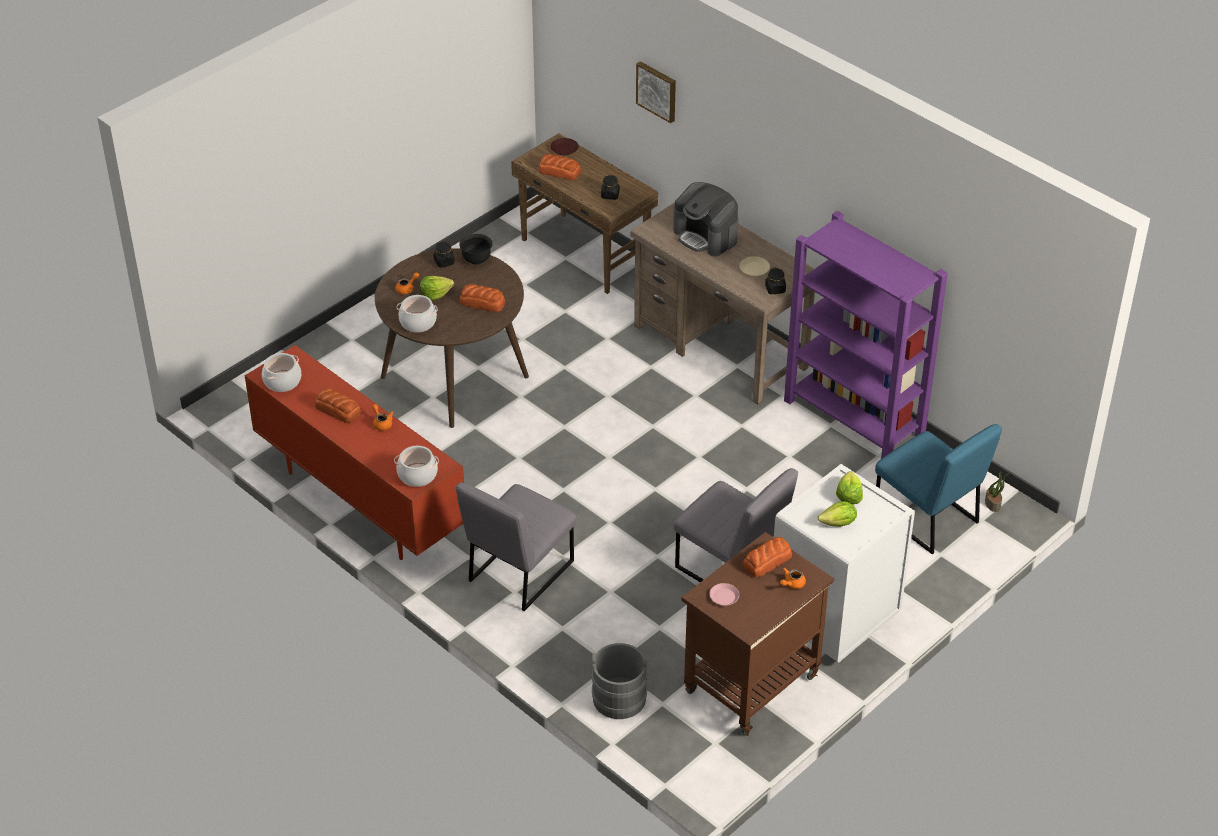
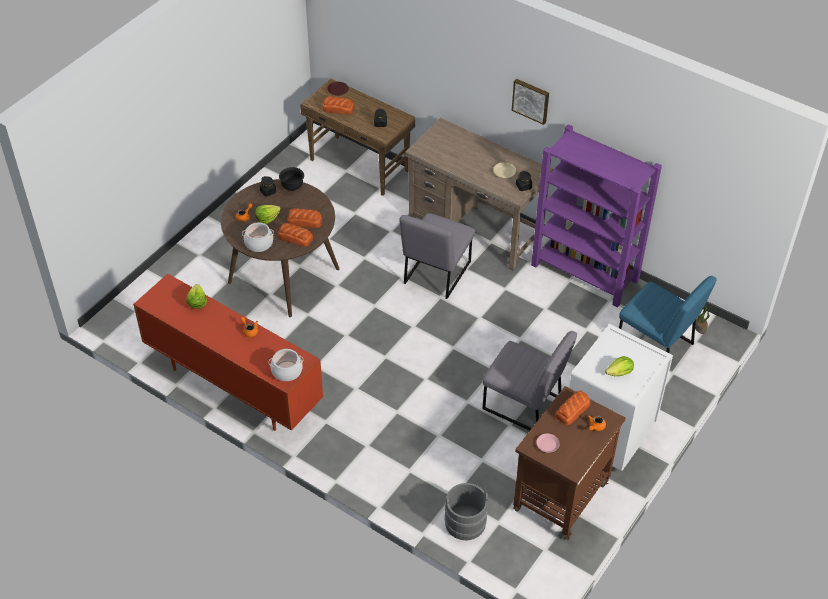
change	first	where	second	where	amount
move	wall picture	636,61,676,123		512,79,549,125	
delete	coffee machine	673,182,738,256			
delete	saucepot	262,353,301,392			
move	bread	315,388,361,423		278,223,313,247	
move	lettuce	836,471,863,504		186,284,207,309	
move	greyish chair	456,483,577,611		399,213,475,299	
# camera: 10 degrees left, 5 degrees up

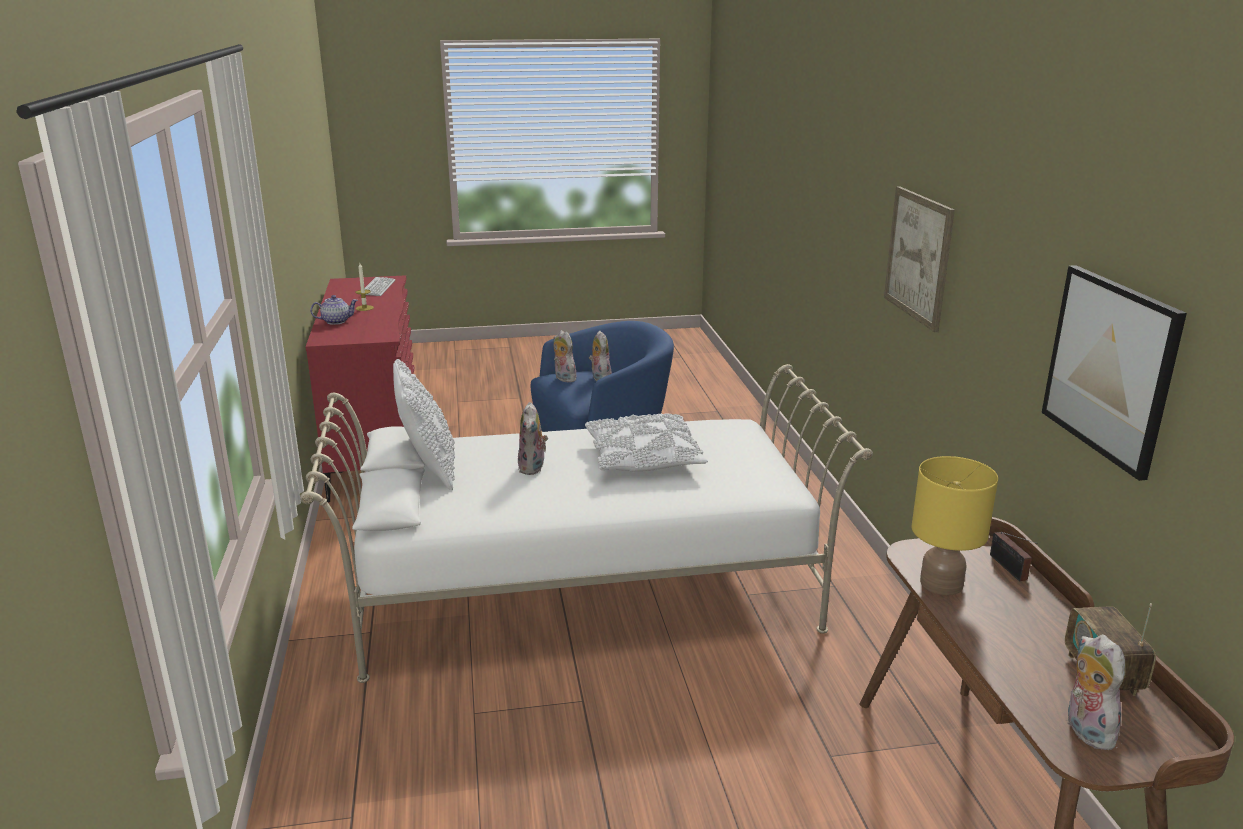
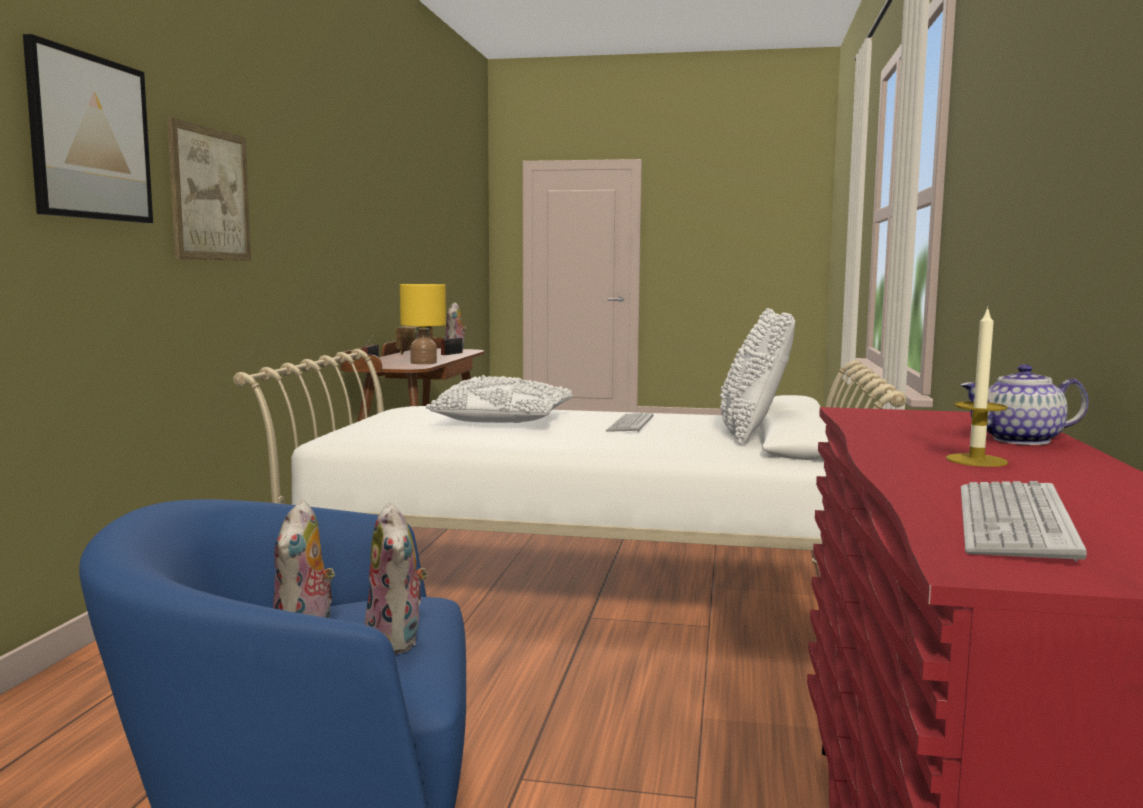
change	first	where	second	where	amount
move	wall picture	1042,265,1187,481		23,34,153,223	
replace	plush toy	518,402,548,475	computer keyboard	606,412,653,432	
insert			radio set	441,326,463,355	
# camera: 160 degrees left, 15 degrees down

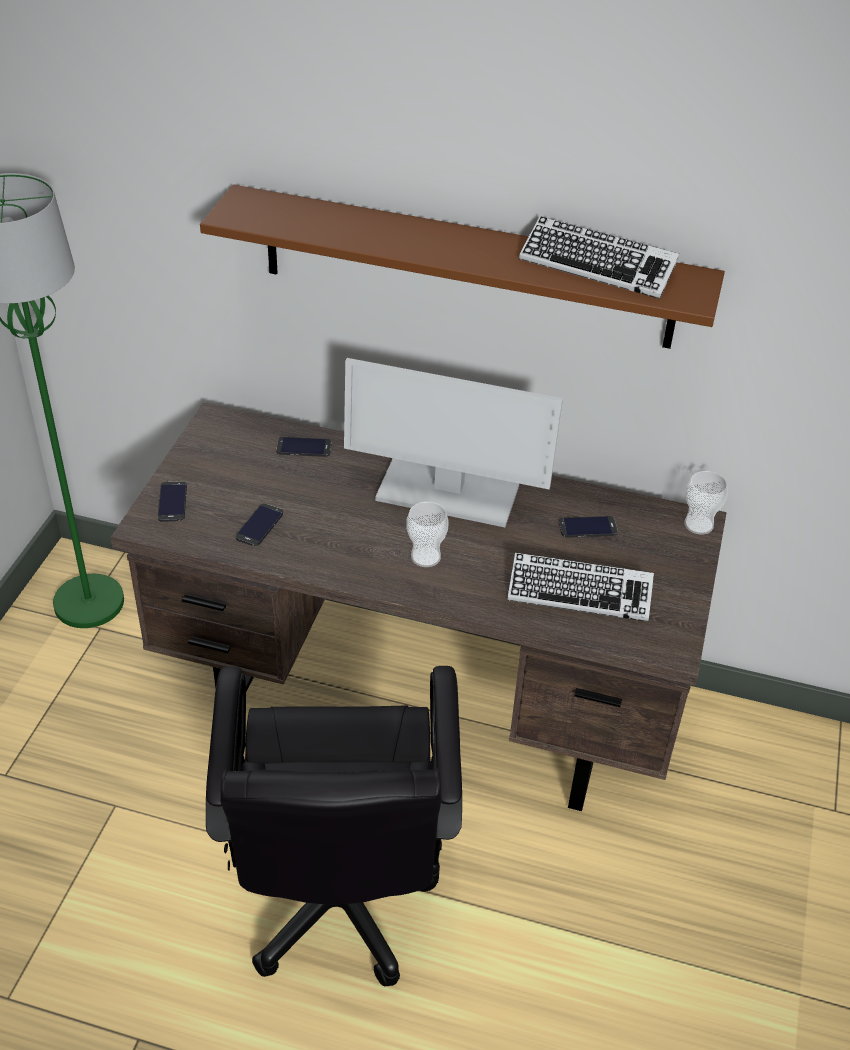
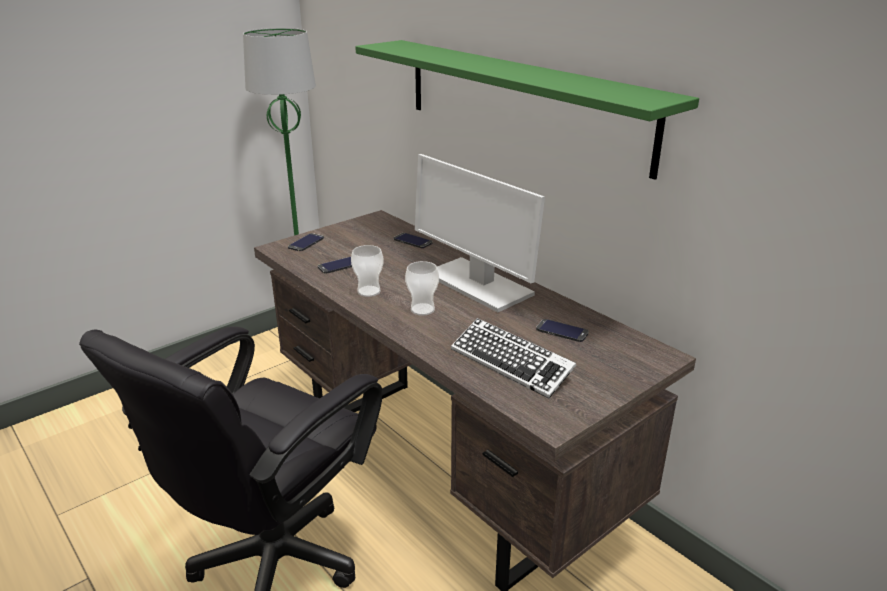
change	first	where	second	where	amount
recolor	brown-coloured wall shelf	200,184,725,349	green wall shelf	355,40,699,180	
delete	computer keyboard	519,216,679,299			
move	drinking cup	684,471,728,534		351,245,384,297	
# camera: 35 degrees right, 15 degrees down

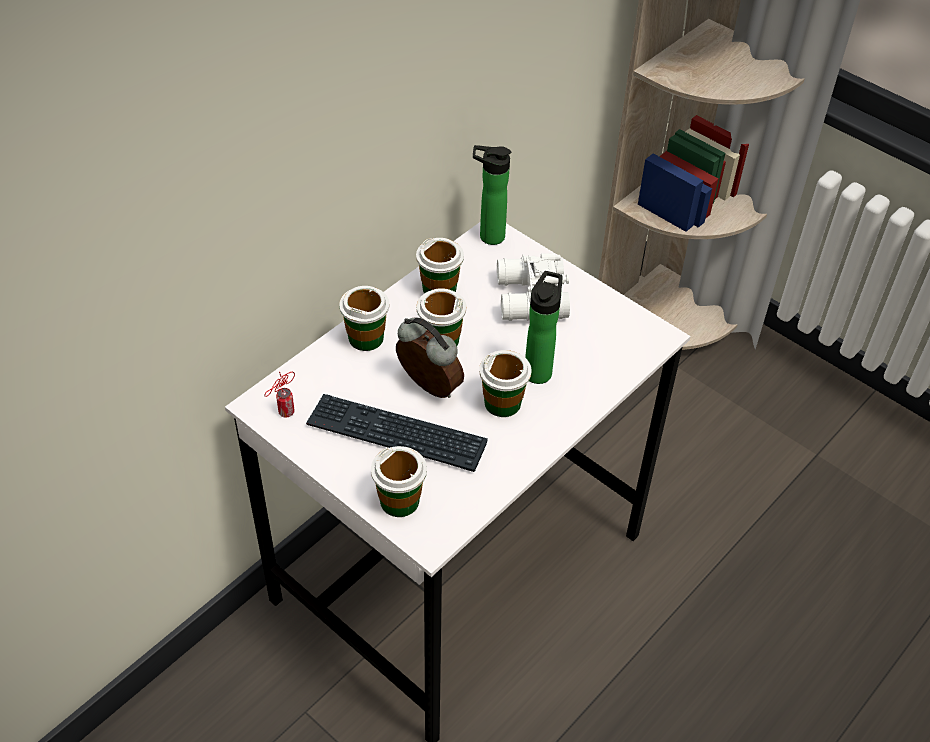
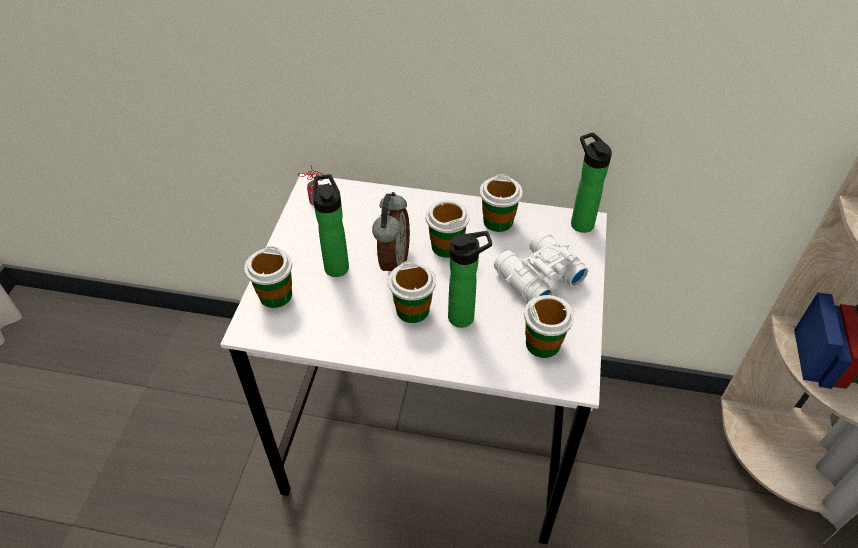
change	first	where	second	where	amount
move	drinking cup	339,286,389,351		524,295,574,358	
replace	computer keyboard	306,394,488,472	drink bottle	313,174,349,277	
# camera: 60 degrees right, 0 degrees up

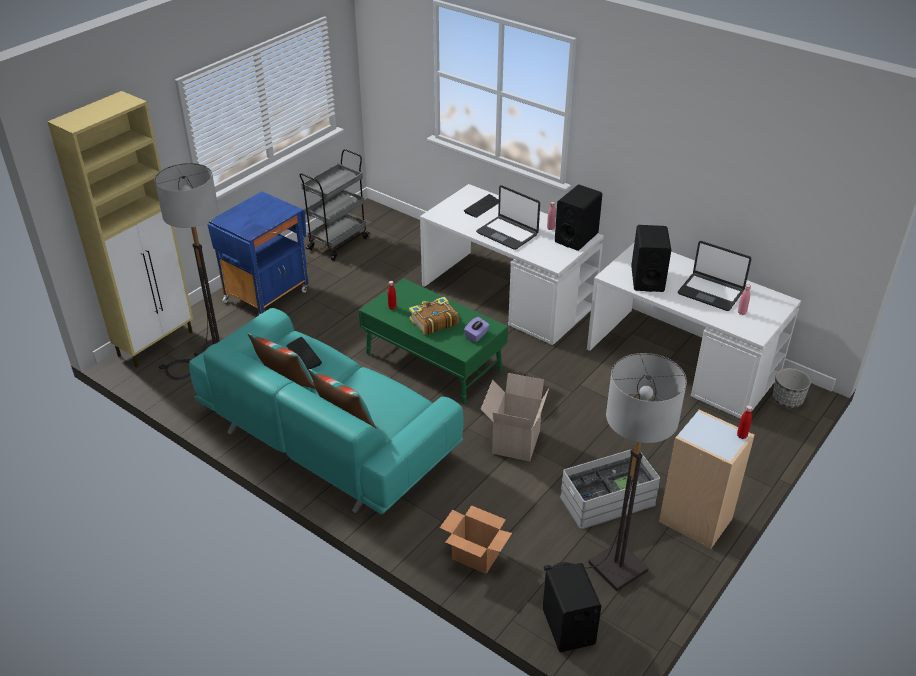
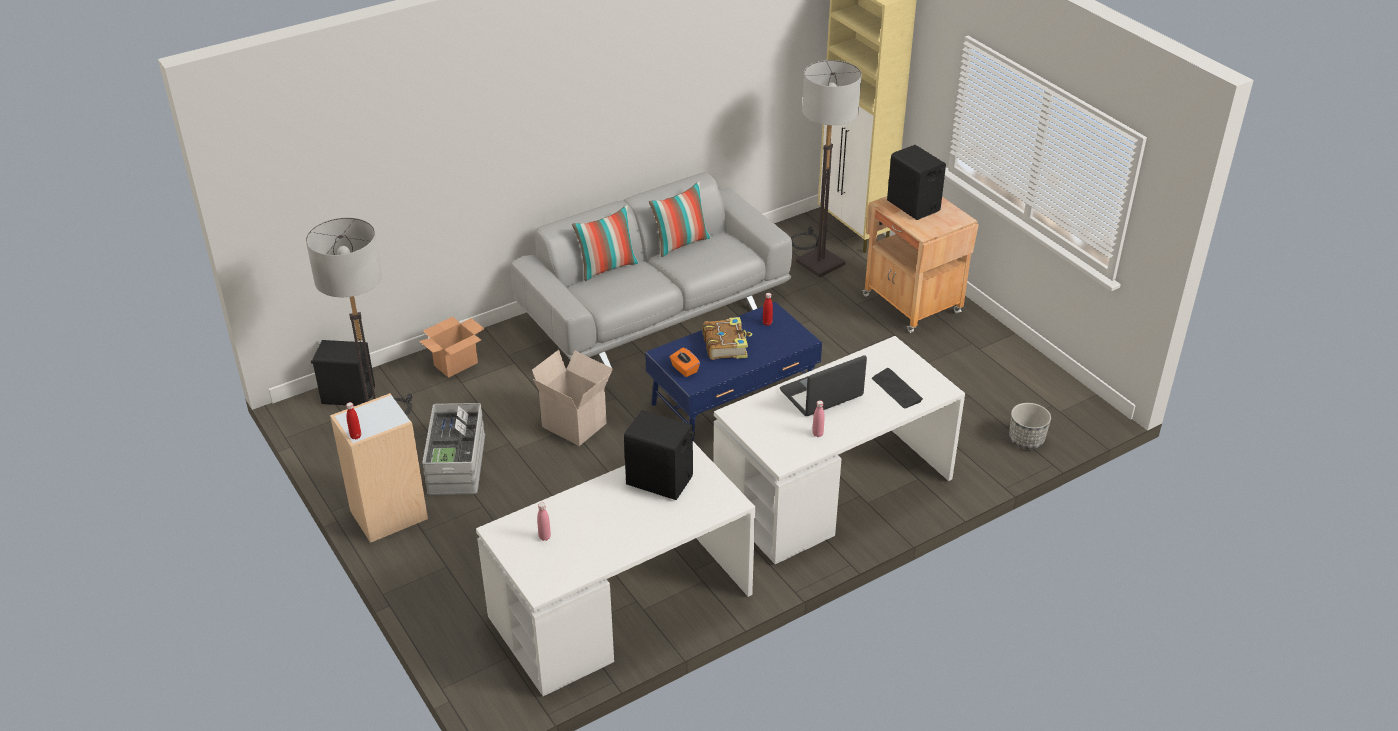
change	first	where	second	where	amount
delete	greyish cart	300,149,369,261			
move	black-coloured audio speaker	555,185,602,251		887,145,946,220	
recolor	blue-coloured cart	207,192,309,315	brown-coloured cart	862,196,979,333	
delete	laptop	678,241,751,311			
recolor	green coffee table	359,278,508,404	blue-coloured coffee table	645,302,822,442	
recolor	blue-green settee	189,308,464,514	greyish settee	511,172,792,368	
recolor	purple-coloured tissue holder	464,317,490,342	orangey tissue holder	670,347,700,377	
delete	computer keyboard	287,337,322,370			
move	planter	772,368,811,408		1009,403,1051,449	
# camera: 110 degrees right, 0 degrees up

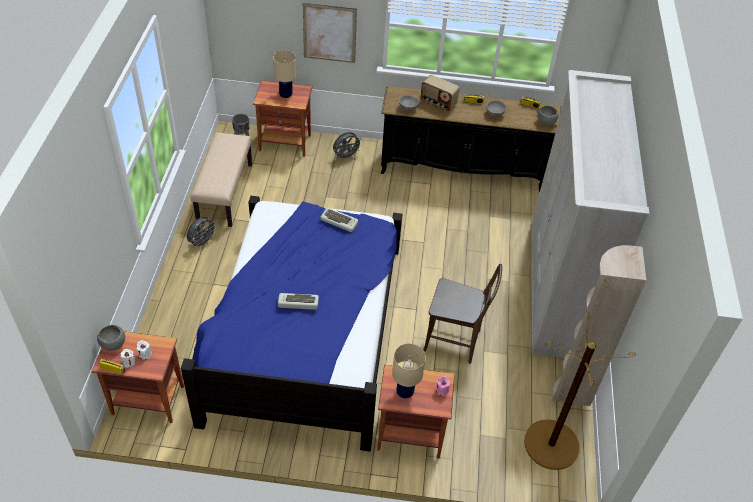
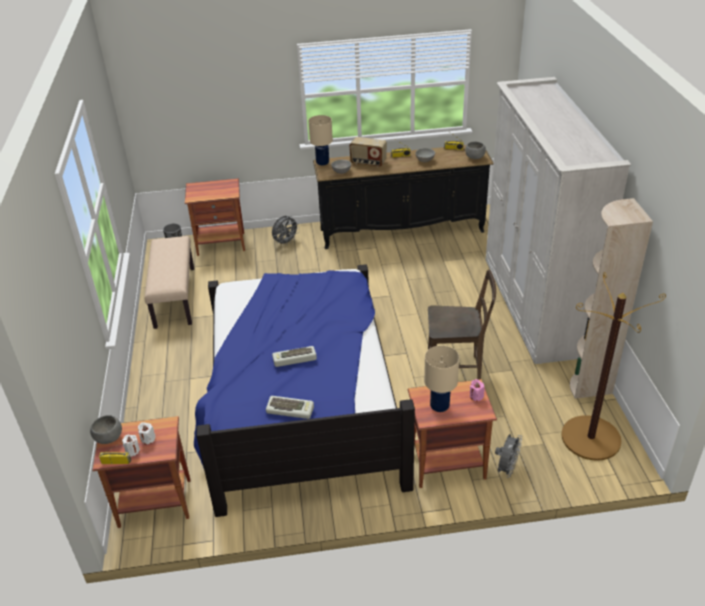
change	first	where	second	where	amount
delete	wall picture	303,3,357,63			
move	beige lamp for a table	273,50,297,98		308,115,333,165	
move	computer keyboard	321,207,358,232		266,396,314,419	
move	greyish electric fan	187,217,217,249		495,434,522,478	
# camera: 10 degrees left, 10 degrees down

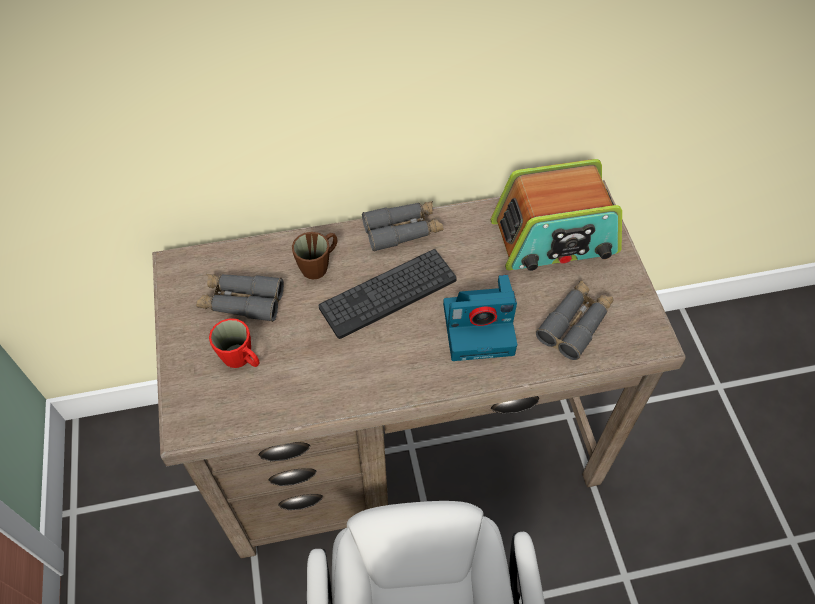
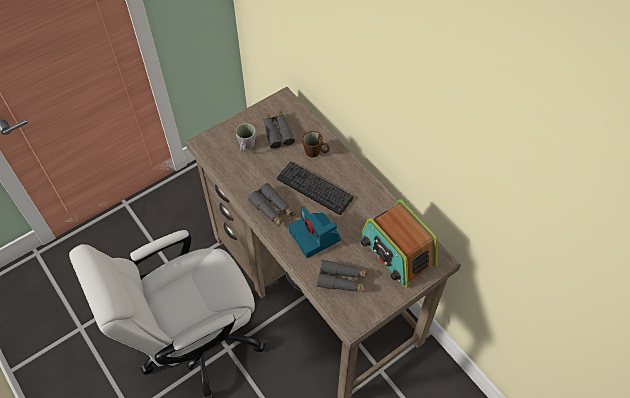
change	first	where	second	where	amount
move	greyish binoculars	362,201,443,252		248,183,295,227	
recolor	red-coloured tea mug	209,318,260,368	greyish tea mug	235,123,256,152	
# camera: 65 degrees right, 0 degrees up

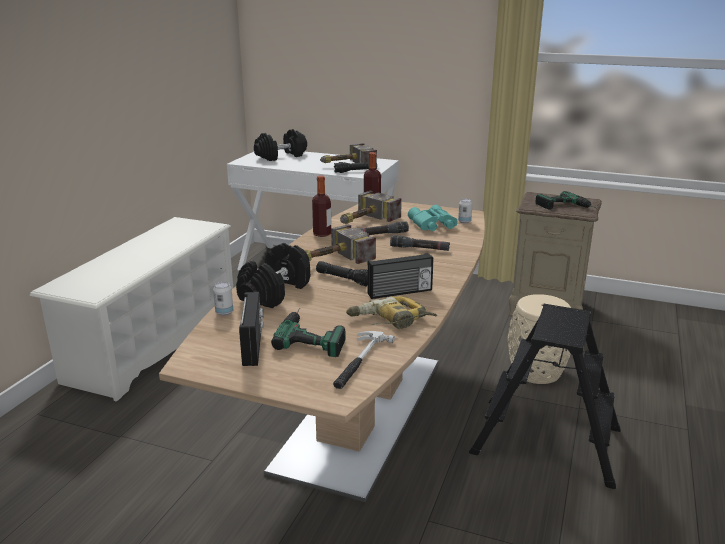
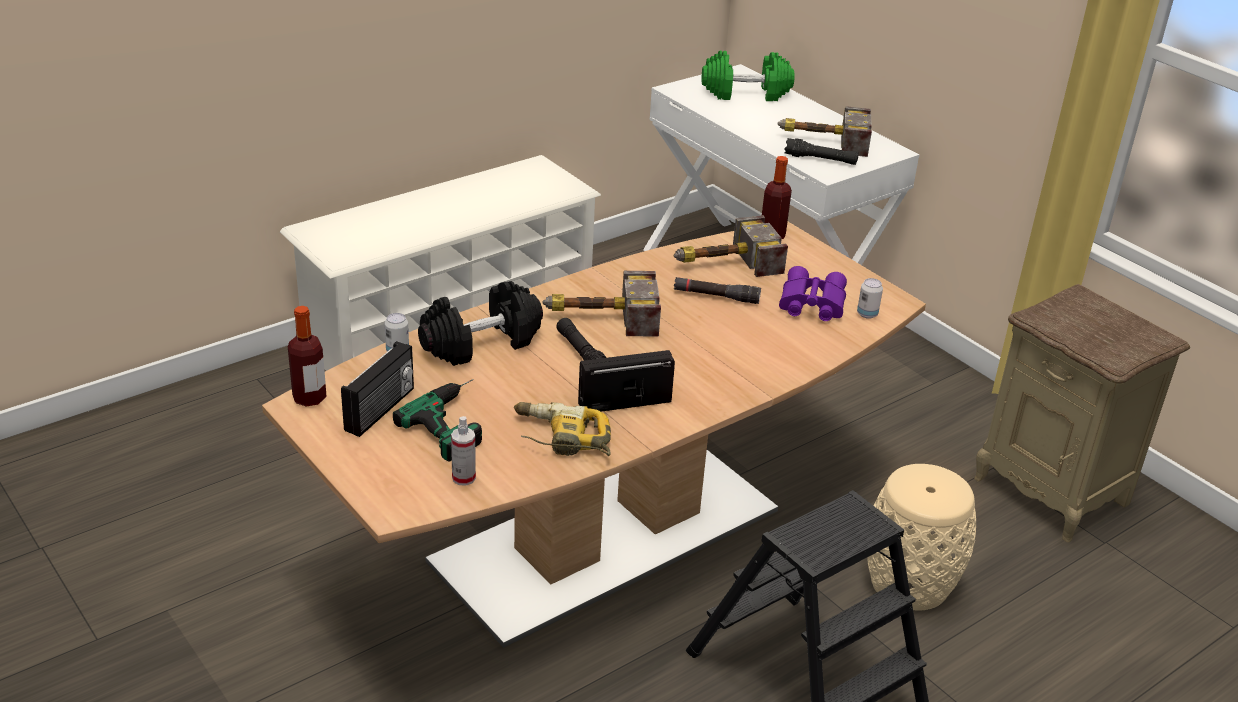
change	first	where	second	where	amount
recolor	black-coloured hand weight	254,129,307,161	green hand weight	702,51,794,101	
move	drink bottle	312,175,331,237		288,306,327,407	
delete	power drill	535,191,596,209			
recolor	blue-green binoculars	408,205,458,231	purple-coloured binoculars	779,266,847,321	
delete	black-coloured torch	390,235,450,251			
rotate	radio set	367,253,433,299		578,350,675,412	150 degrees clockwise
replace	tool hammer	333,331,395,389	hand sprayer	451,416,476,486	
# camera: 30 degrees right, 10 degrees up

